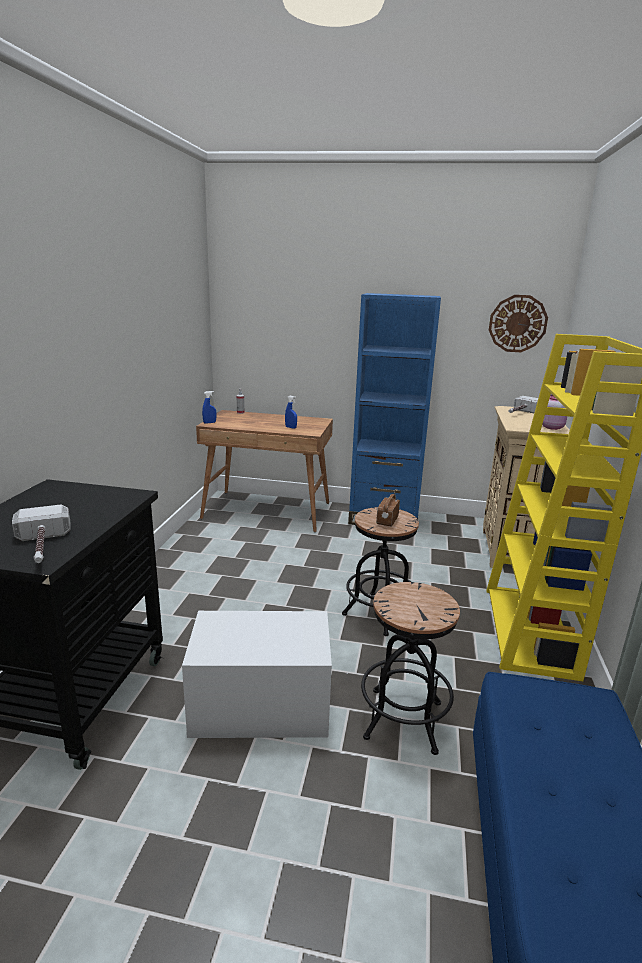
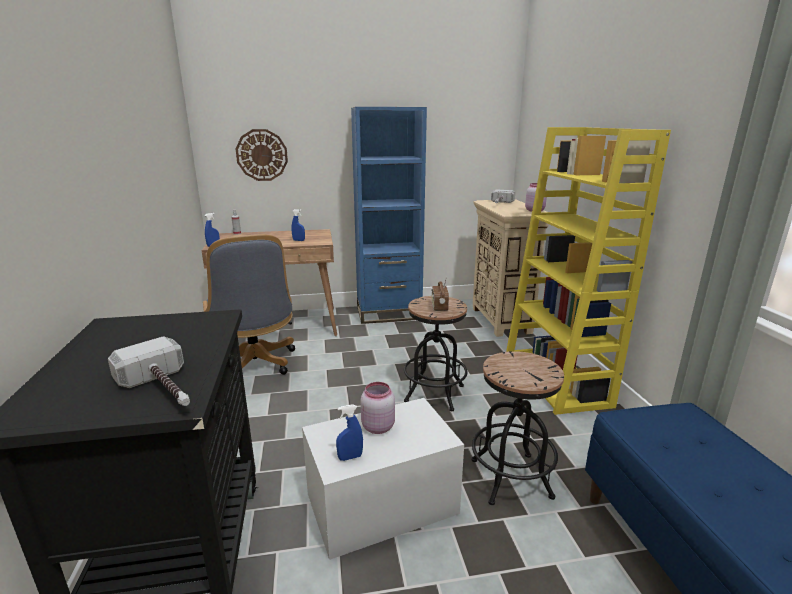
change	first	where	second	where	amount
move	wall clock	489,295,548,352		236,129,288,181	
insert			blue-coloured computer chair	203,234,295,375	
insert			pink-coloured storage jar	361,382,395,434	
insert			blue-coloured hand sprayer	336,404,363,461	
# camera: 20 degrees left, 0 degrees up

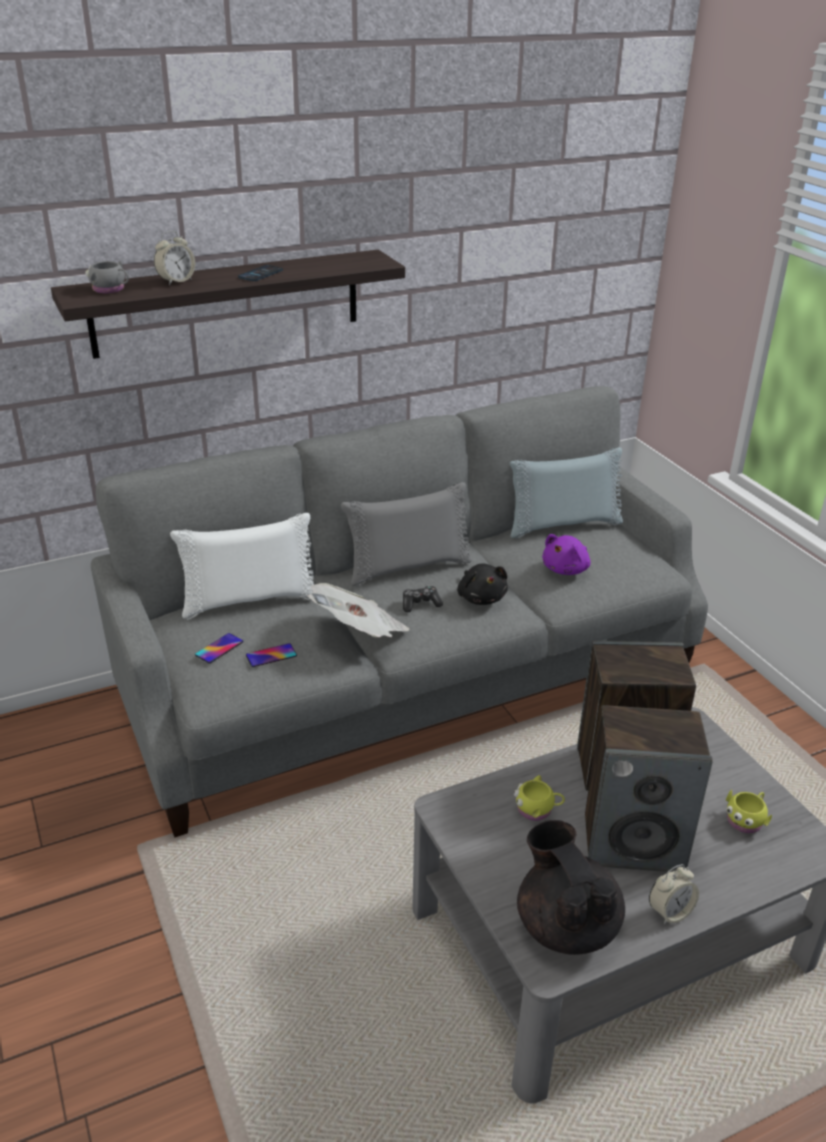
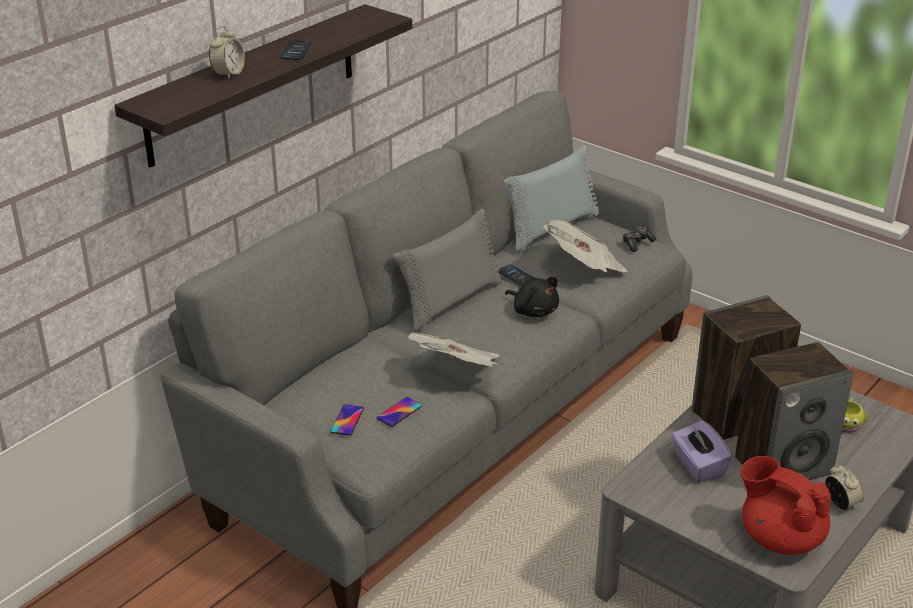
change	first	where	second	where	amount
delete	greyish tea mug	85,261,129,293			
delete	whitish pillow	170,513,314,620			
replace	purple-coloured plush toy	542,534,591,575	newspaper	543,220,628,272	
move	gamepad	403,586,443,612		623,226,656,252	
replace	yellowish tea mug	514,775,565,821	purple-coloured tissue holder	671,420,732,482	
recolor	black-coloured pot for tea	517,820,625,955	red-coloured pot for tea	740,456,831,555	
rotate	table clock	649,864,699,925		825,464,864,510	60 degrees counterclockwise
insert			phone	498,264,534,286	
# camera: 25 degrees left, 0 degrees up

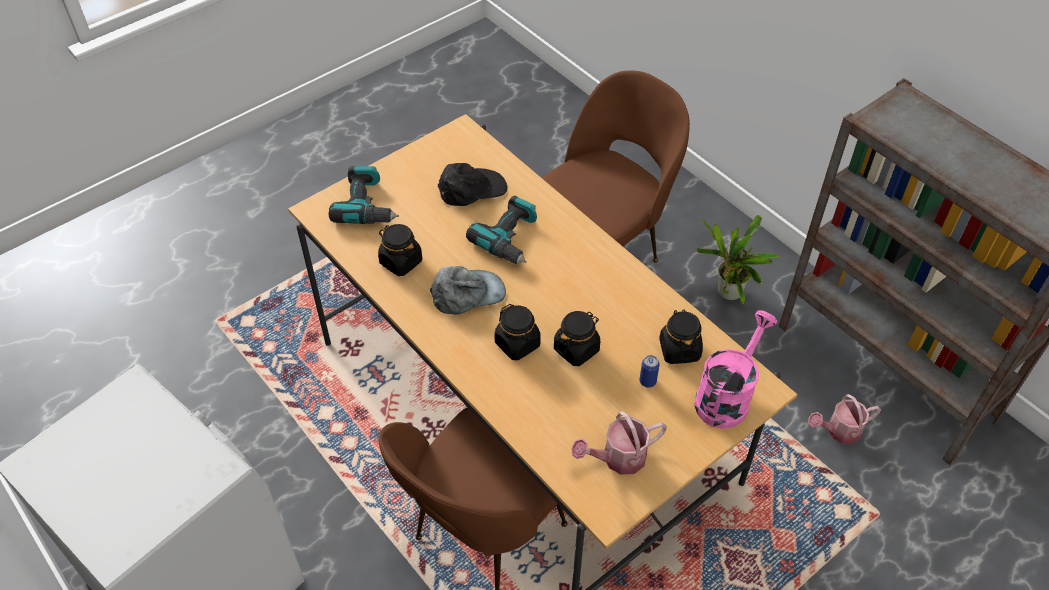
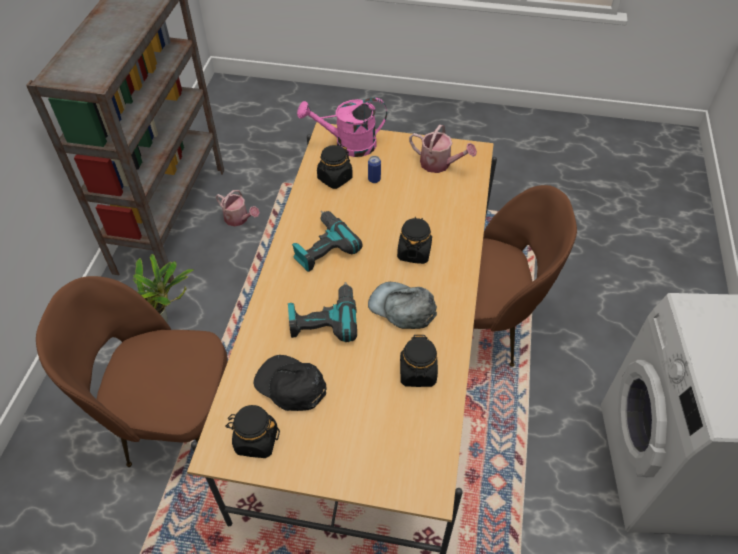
change	first	where	second	where	amount
move	power drill	328,166,399,224		292,211,363,272	
move	black-coloured storage jar	554,311,600,366		225,405,280,458	
# camera: 130 degrees left, 0 degrees up

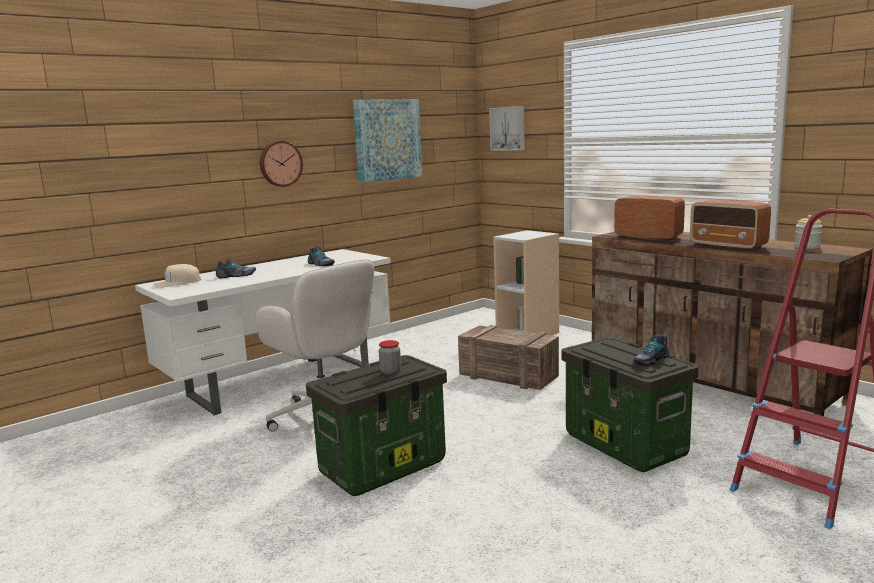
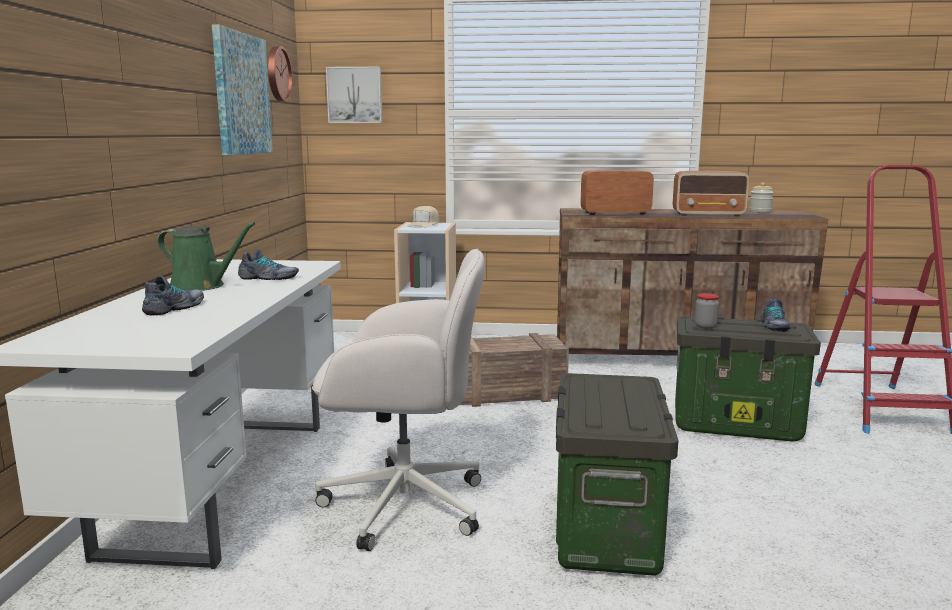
change	first	where	second	where	amount
move	wall clock	260,141,303,187		268,46,293,101	
move	beige cap	153,264,201,288		406,206,439,228	
move	storage jar	379,340,401,375		695,293,719,329	
insert			green sprinkling can	157,222,256,291	
# camera: 45 degrees left, 0 degrees up

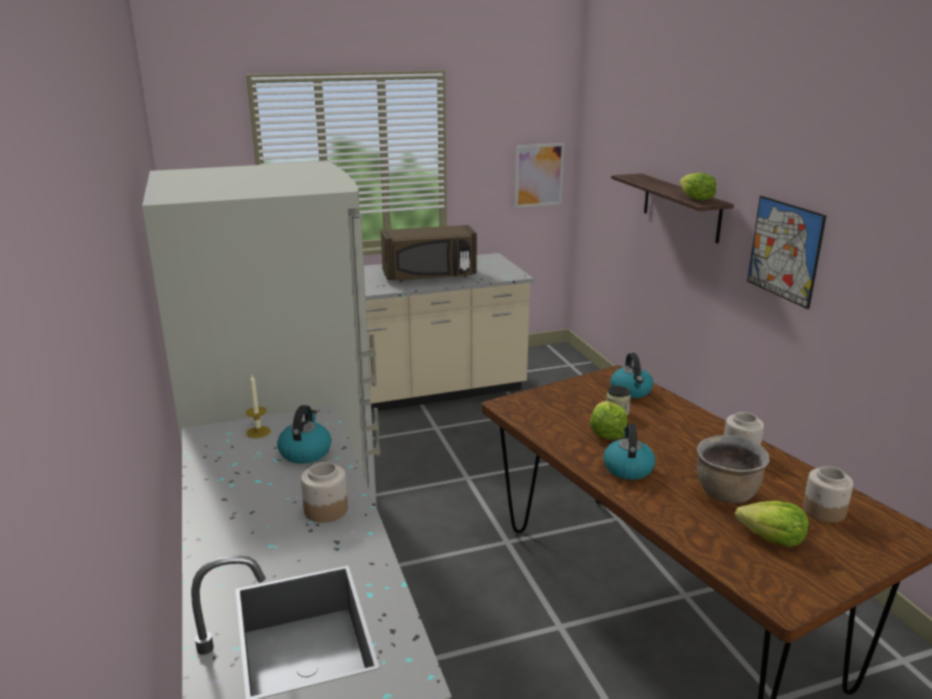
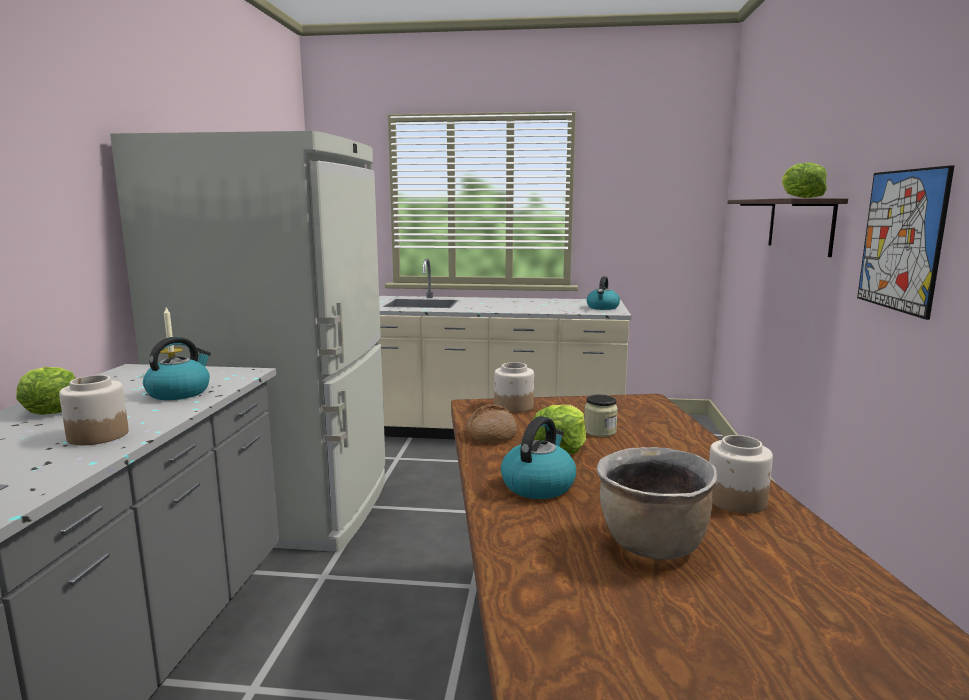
change	first	where	second	where	amount
delete	wall picture	515,143,565,208			
delete	brown-coloured kitchen microwave	381,225,477,281			
move	water kettle	610,353,653,398		587,276,620,310	
move	storage jar	803,466,853,523		494,362,534,413	
move	lettuce	735,501,809,547		16,367,76,415	
insert			bread	466,404,517,443	
# camera: 25 degrees right, 10 degrees down

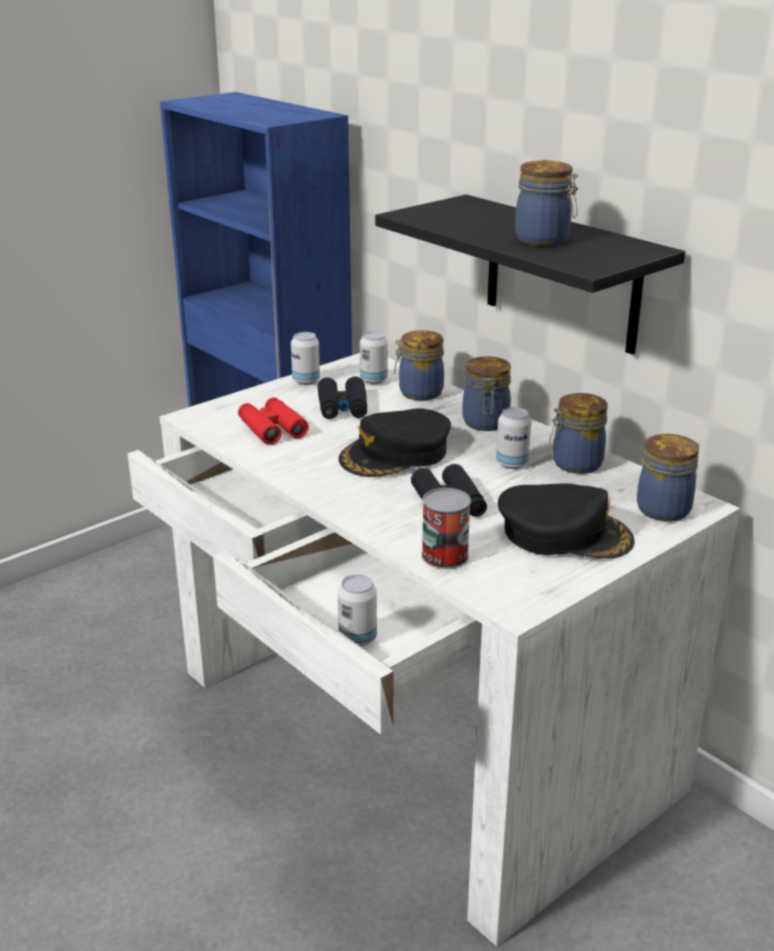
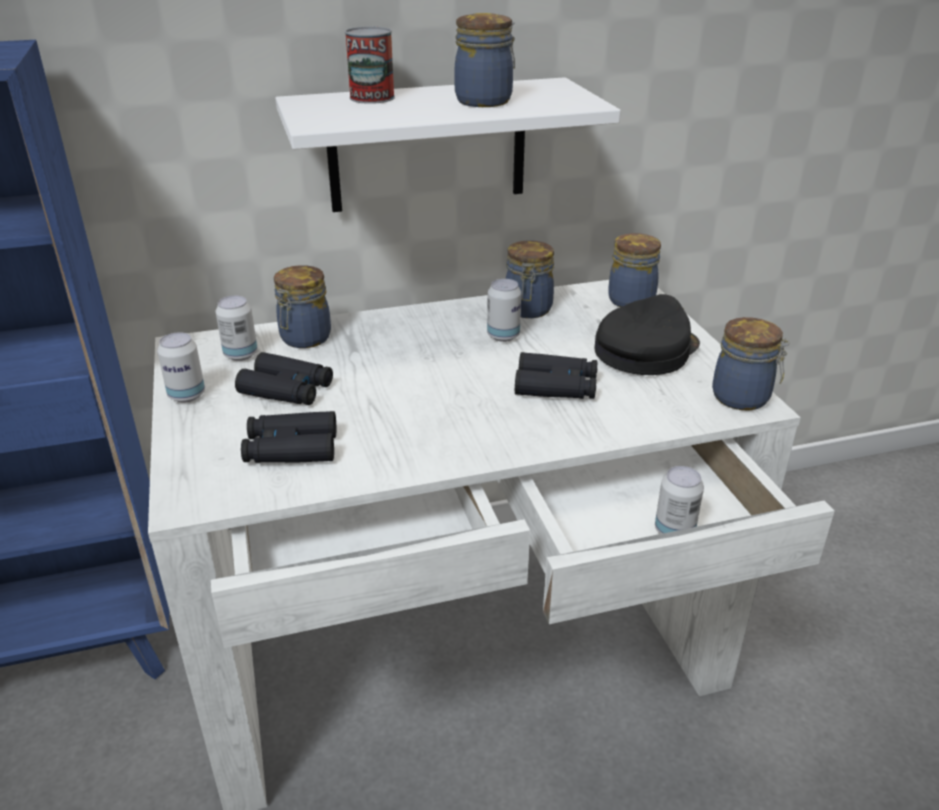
change	first	where	second	where	amount
recolor	black-coloured wall shelf	375,195,685,355	whitish wall shelf	275,77,621,212	
move	storage jar	462,356,511,431		712,317,790,410	
recolor	red-coloured binoculars	238,397,309,445	black-coloured binoculars	241,411,336,463	
delete	black-coloured cap	339,409,451,477			
move	can	422,488,471,569		345,26,395,104	
# camera: 65 degrees left, 5 degrees up

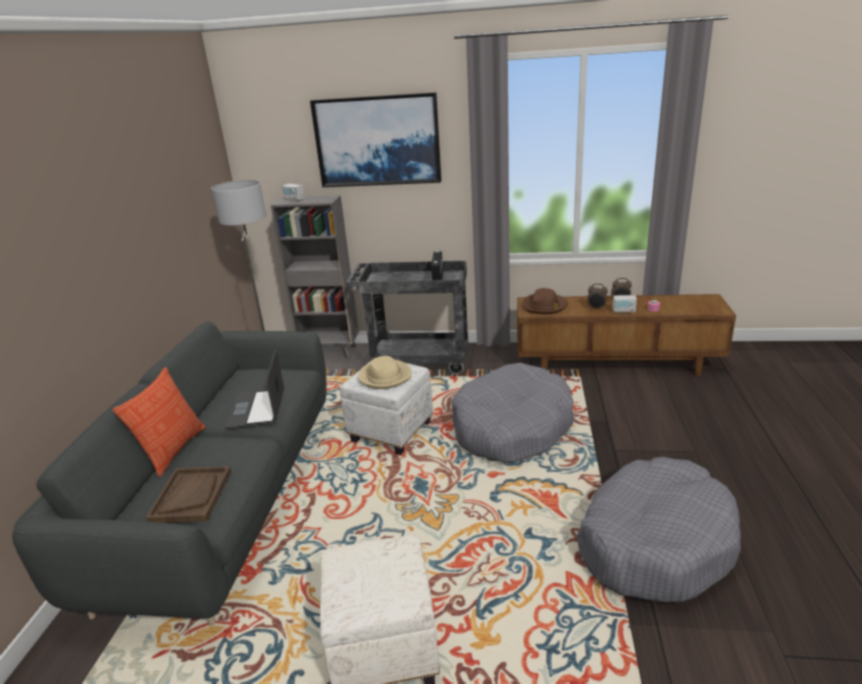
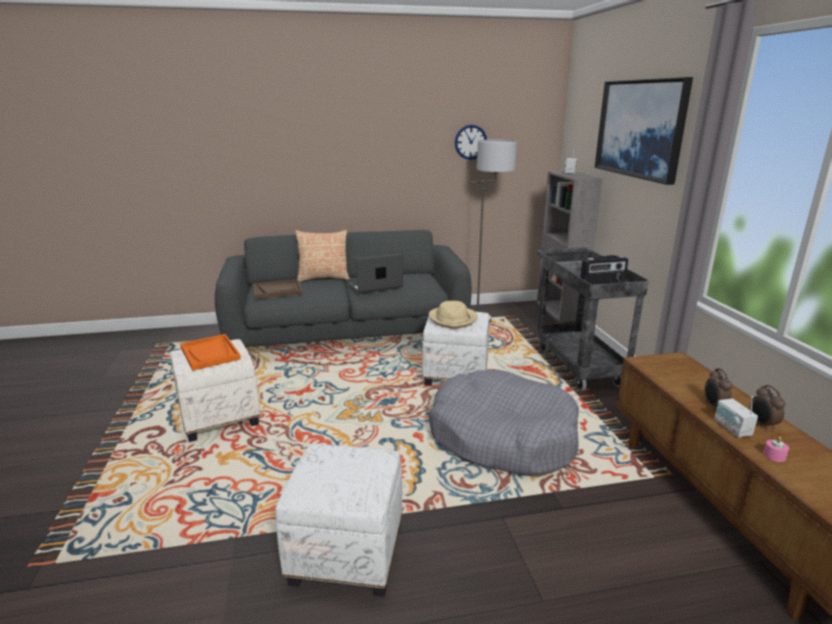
change	first	where	second	where	amount
delete	brown-coloured clothing hat	522,288,568,314			
recolor	orangey pillow	113,367,206,477	beige pillow	295,230,350,282	
replace	greyish pet bed	577,457,741,602	whitish footrest	275,443,402,597	
insert			wall clock	455,124,487,160	
insert			orangey serving tray	180,334,241,371	
# camera: 70 degrees right, 5 degrees down

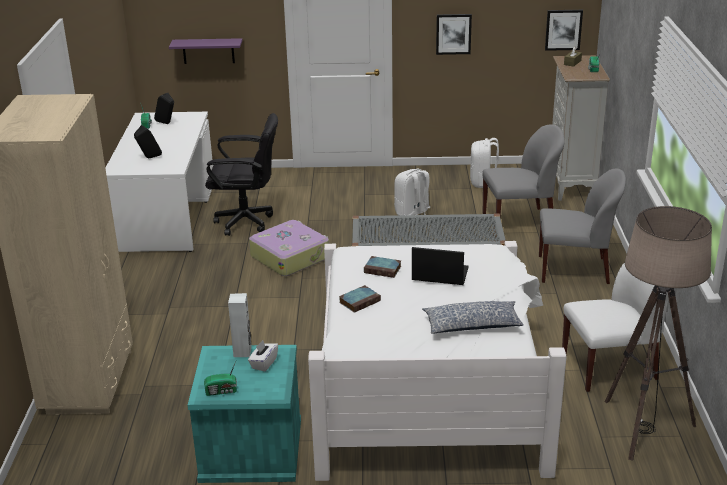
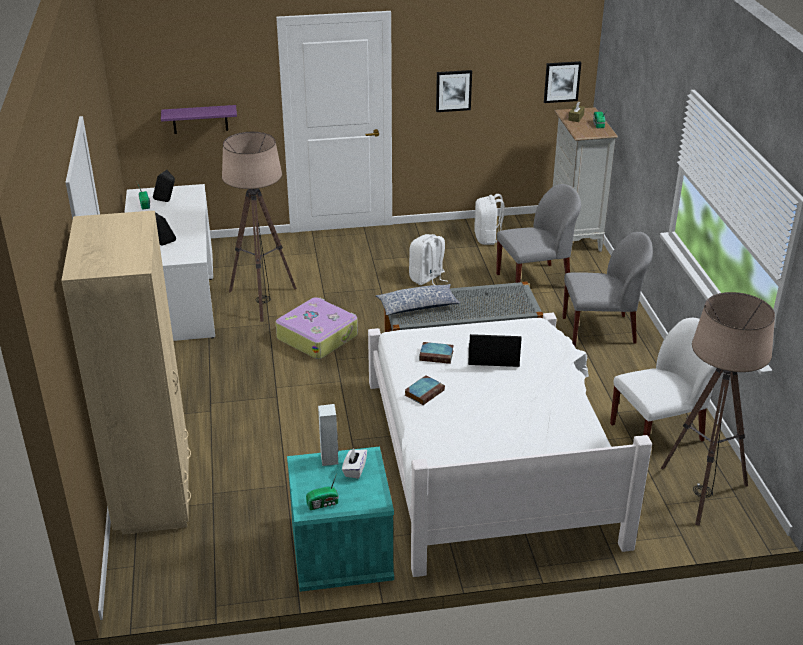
change	first	where	second	where	amount
replace	black-coloured computer chair	205,113,278,236	standard lamp	222,132,297,322	
move	pillow	422,301,524,334		376,284,460,315	
# camera: 10 degrees left, 5 degrees up

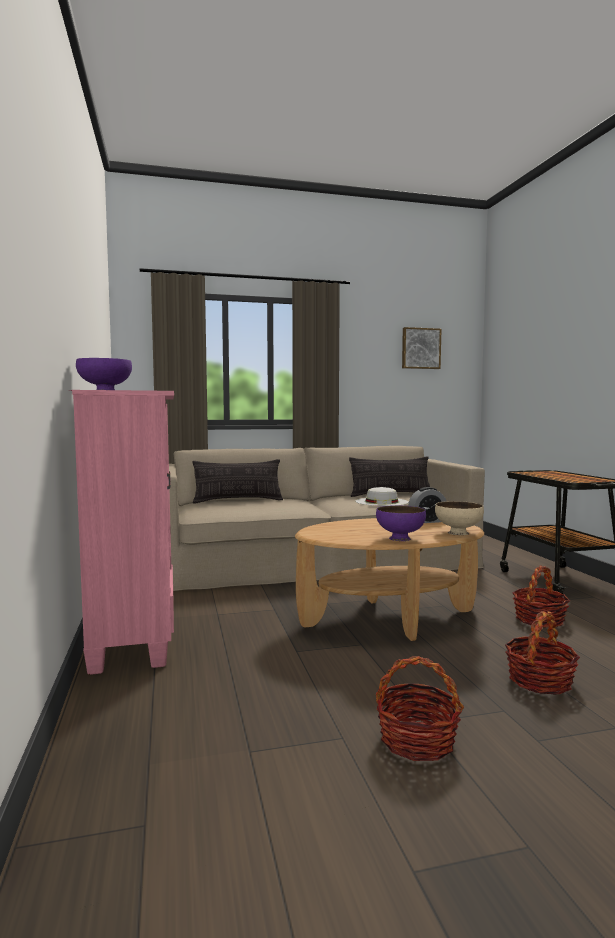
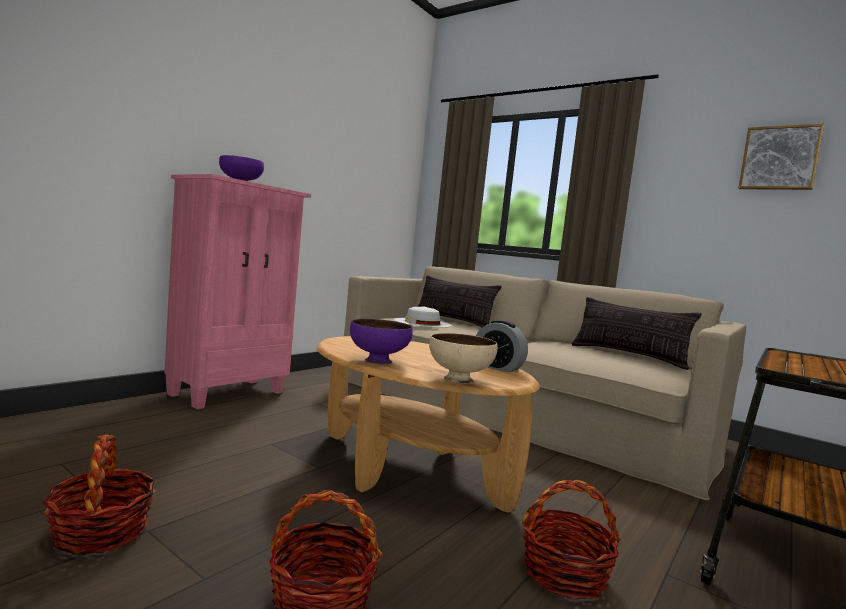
change	first	where	second	where	amount
move	whitish clothing hat	355,487,409,506		394,307,451,328	
# camera: 50 degrees right, 0 degrees up

